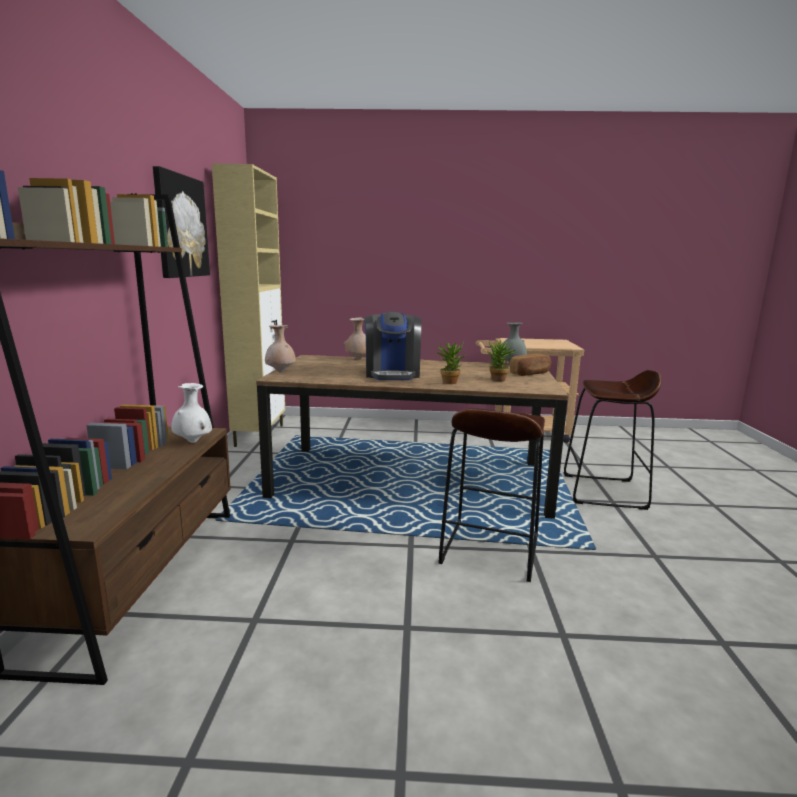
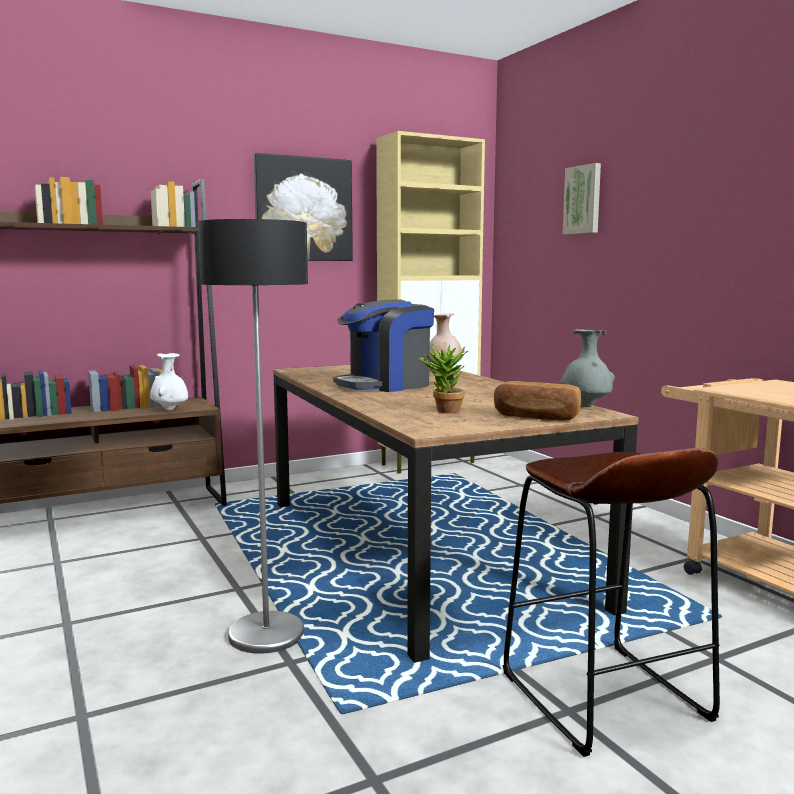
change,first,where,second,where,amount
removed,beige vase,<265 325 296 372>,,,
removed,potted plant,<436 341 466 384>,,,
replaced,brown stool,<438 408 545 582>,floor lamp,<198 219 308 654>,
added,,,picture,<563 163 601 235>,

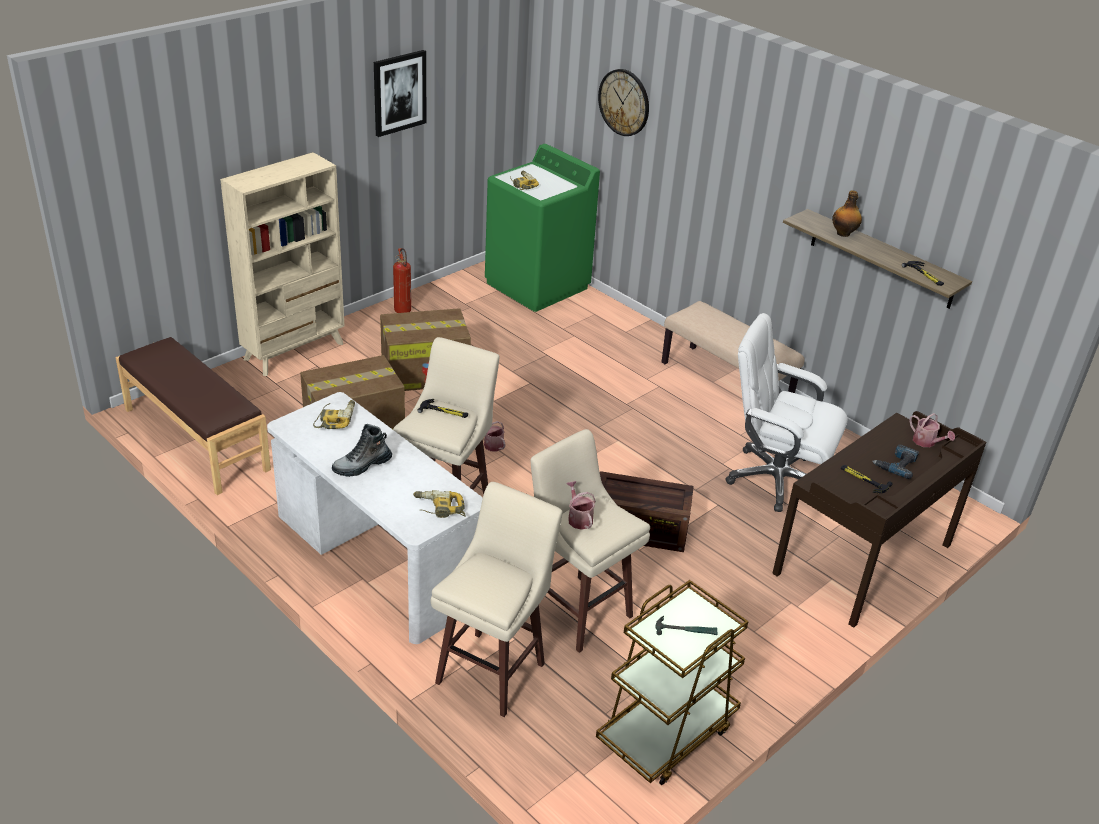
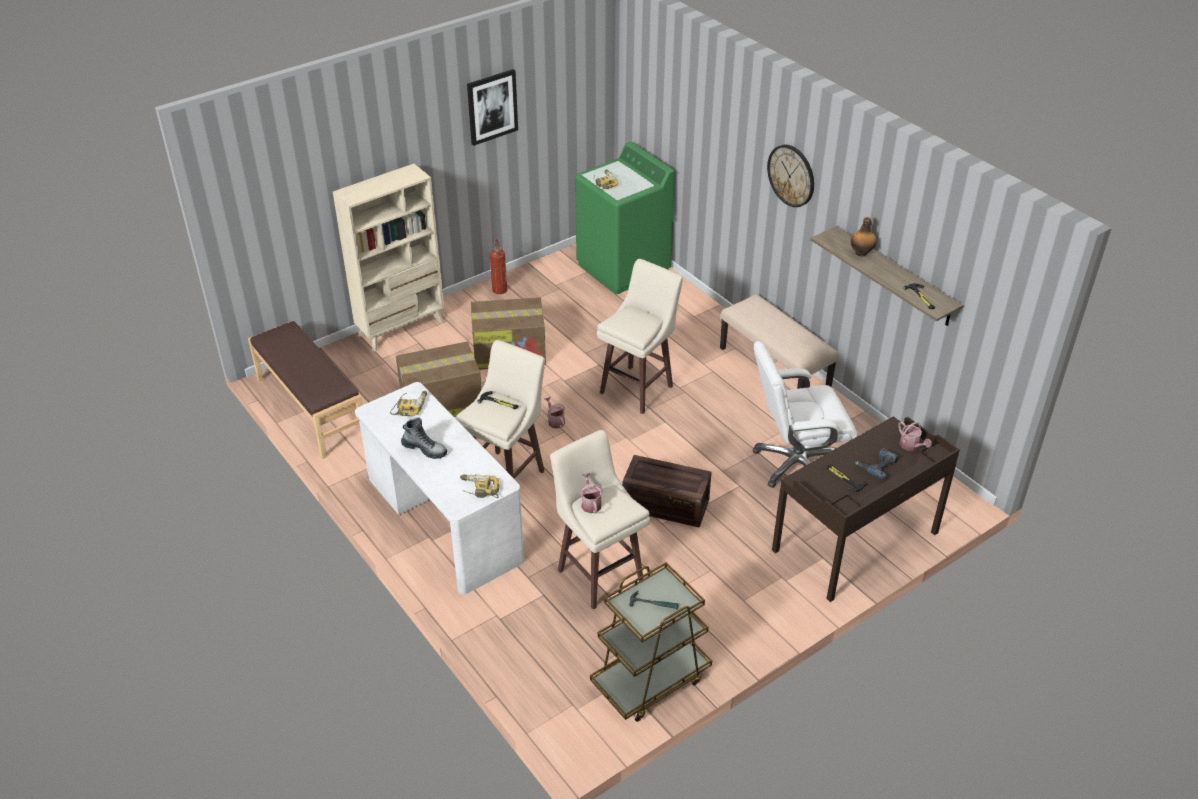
change,first,where,second,where,amount
moved,wall clock,<598 69 649 136>,,<767 145 814 207>,
turned,white office chair,<725 313 848 512>,,<752 341 858 488>,45 degrees counterclockwise
turned,boot,<332 424 392 477>,,<401 417 447 459>,135 degrees counterclockwise
moved,beige stool,<431 482 563 717>,,<597 259 683 414>,

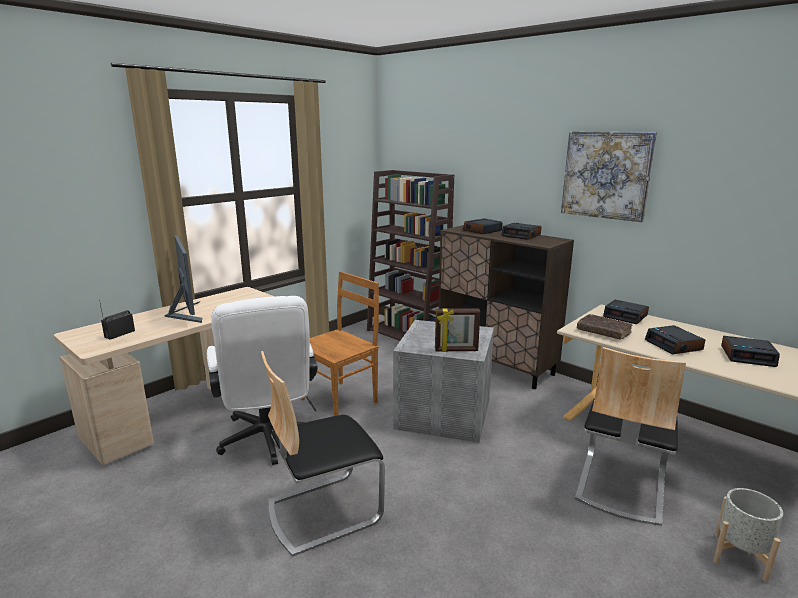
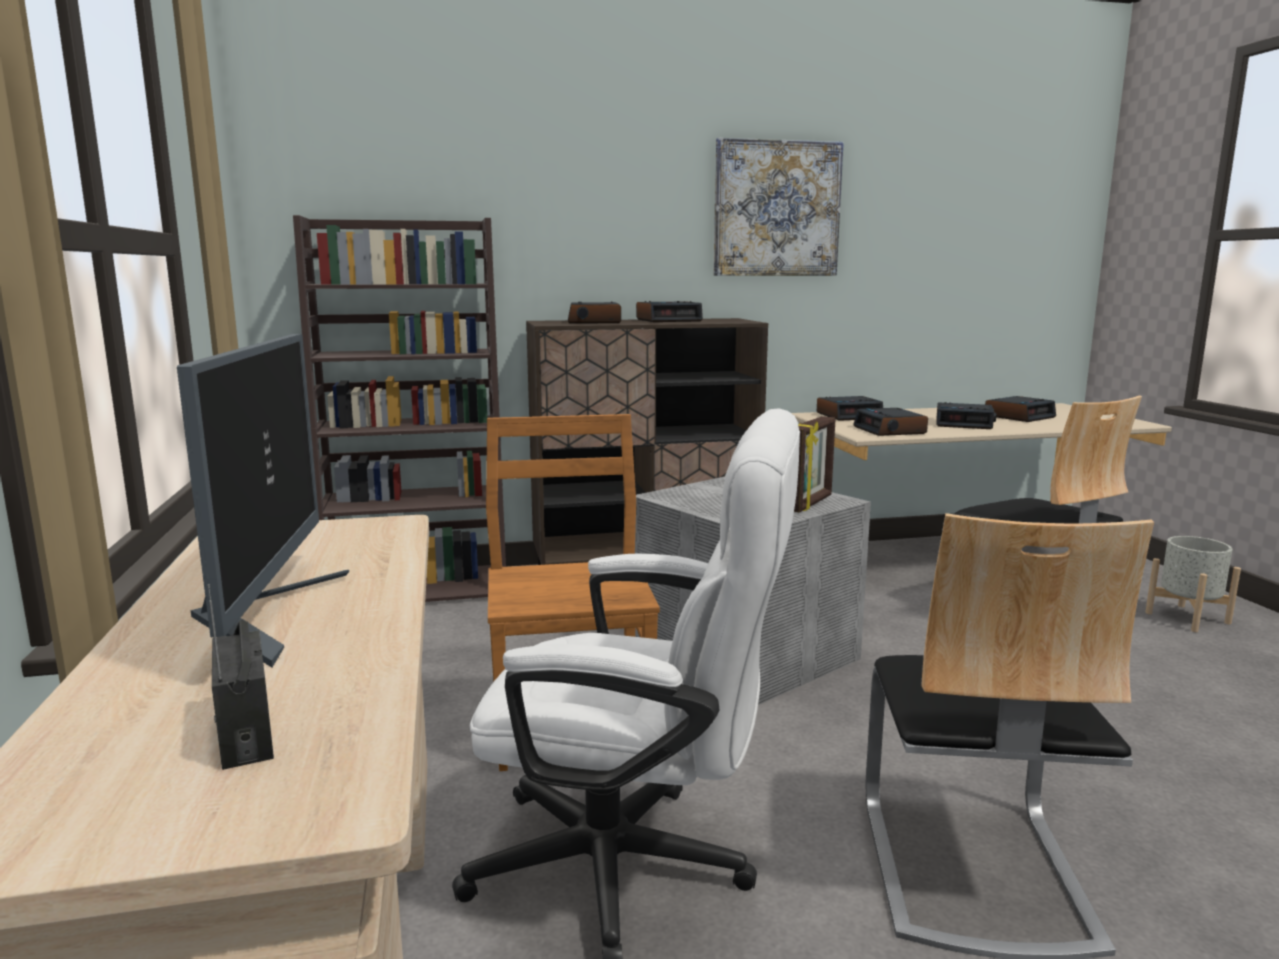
change,first,where,second,where,amount
turned,monitor,<165 235 202 323>,,<177 334 349 667>,75 degrees clockwise
replaced,brown book,<577 314 633 340>,alarm clock,<853 408 928 436>,

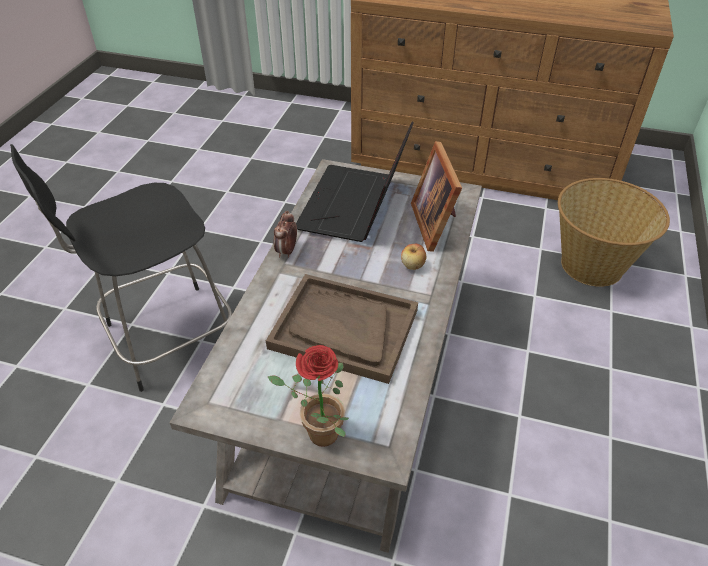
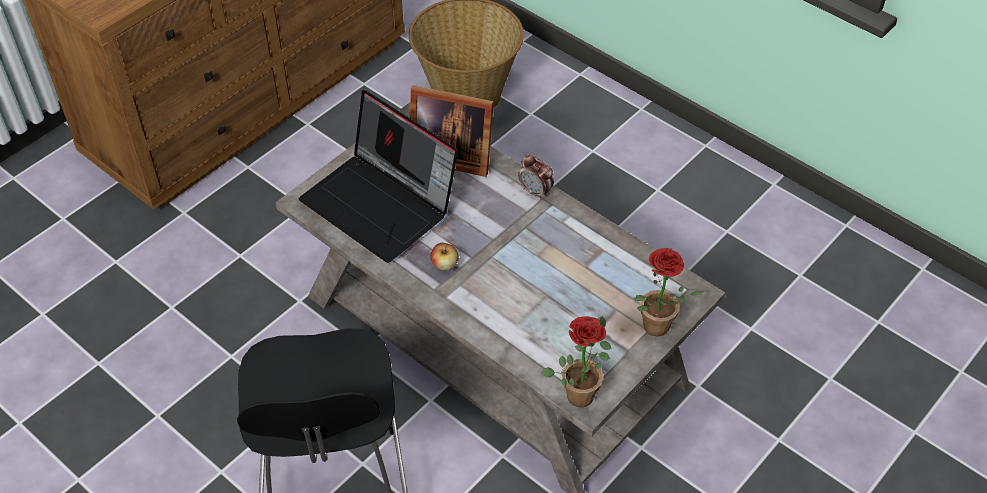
change,first,where,second,where,amount
moved,alarm clock,<274 211 297 258>,,<518 155 554 200>,
moved,apple,<401 244 426 270>,,<430 243 459 271>,
removed,brown tray,<266 274 418 384>,,,
added,,,potted plant,<541 316 612 407>,

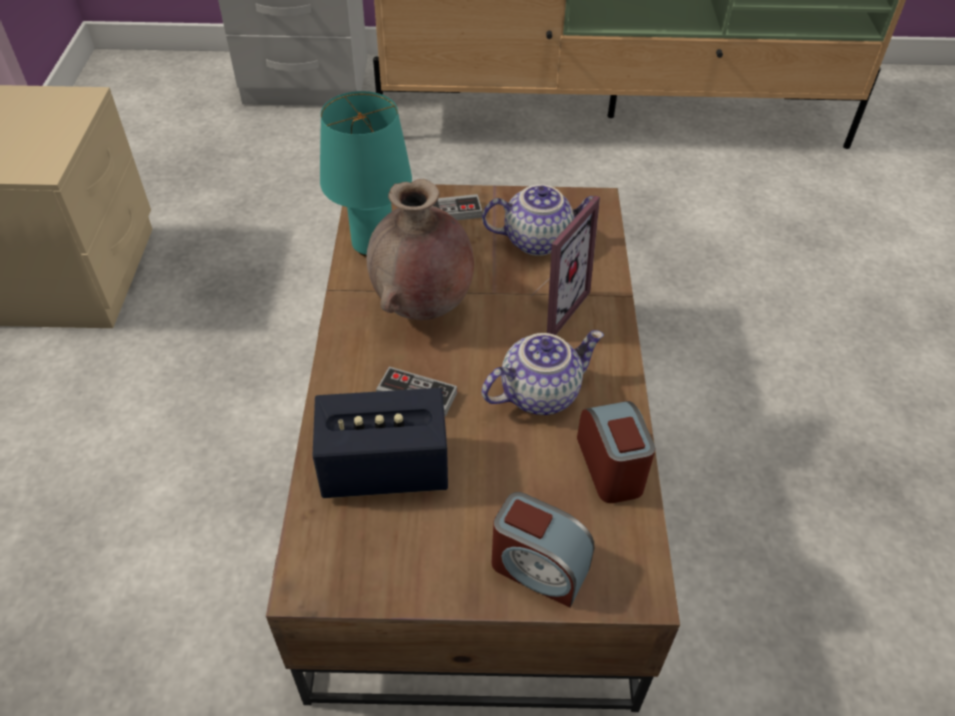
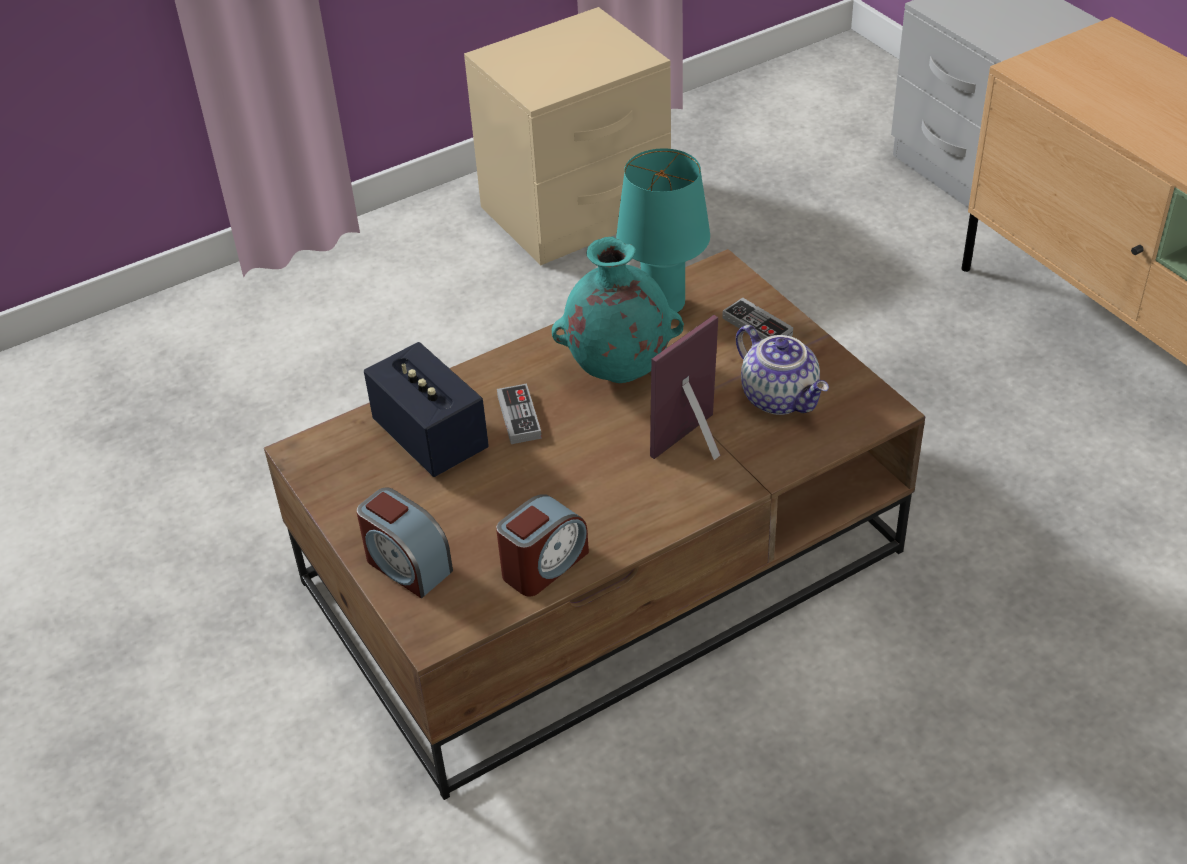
change,first,where,second,where,amount
recoloured,brown vase,<367 179 474 320>,turquoise vase,<552 237 684 383>,
turned,picture frame,<531 196 600 335>,,<650 315 720 460>,135 degrees clockwise
removed,teapot,<482 330 604 415>,,,
turned,alarm clock,<491 492 594 608>,,<356 487 453 598>,45 degrees counterclockwise

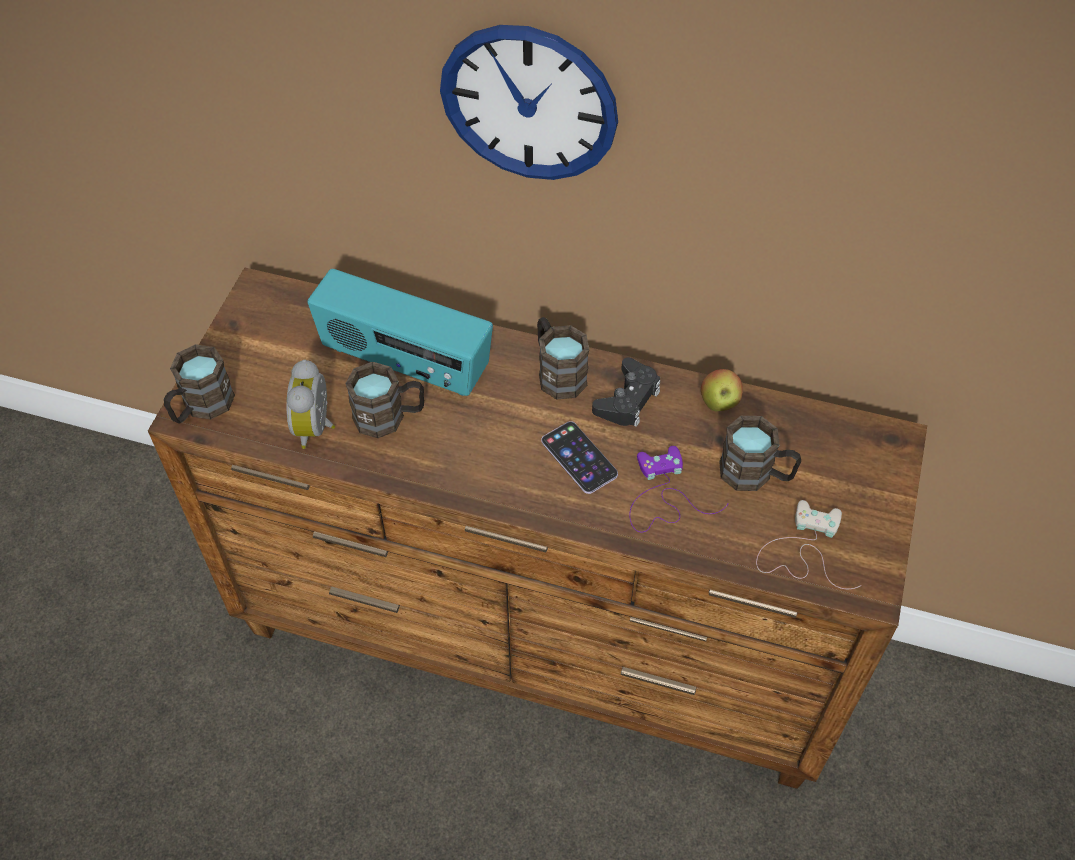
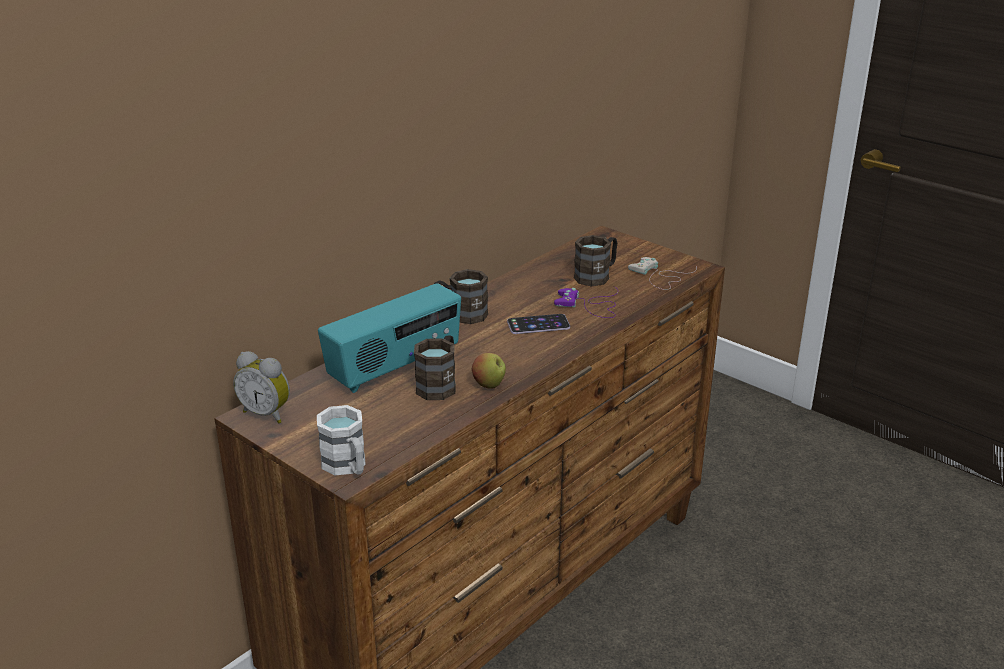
change,first,where,second,where,amount
removed,wall clock,<440 25 618 180>,,,
recoloured,brown mug,<164 344 235 424>,white mug,<317 405 366 475>,
removed,black game controller,<592 358 660 427>,,,
moved,alarm clock,<287 360 335 449>,,<233 351 290 423>,
moved,apple,<701 369 743 411>,,<472 353 506 389>,

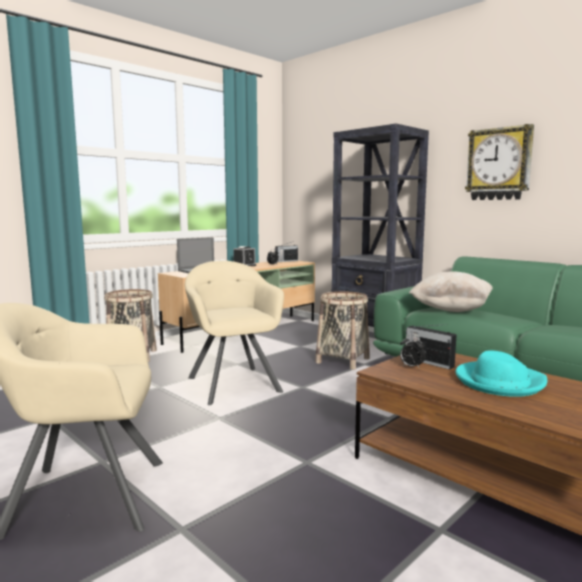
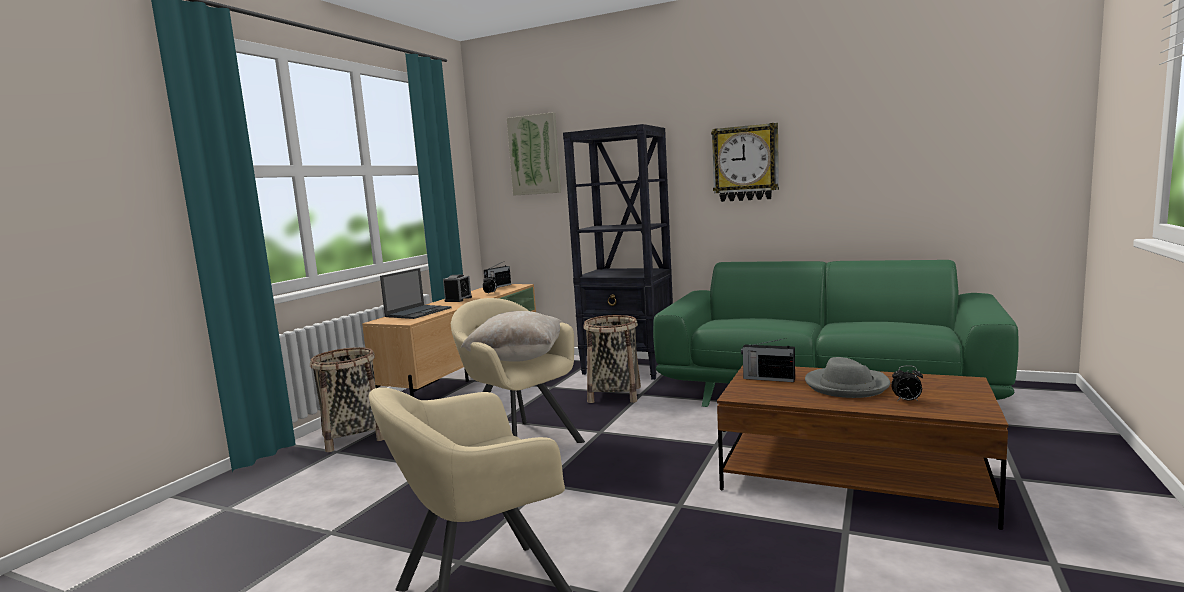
change,first,where,second,where,amount
moved,beige pillow,<409 272 493 312>,,<461 311 563 362>,
moved,alarm clock,<400 335 426 369>,,<891 365 923 401>,
recoloured,turquoise hat,<455 350 547 397>,grey hat,<805 357 890 398>,
added,,,picture,<507 112 561 196>,

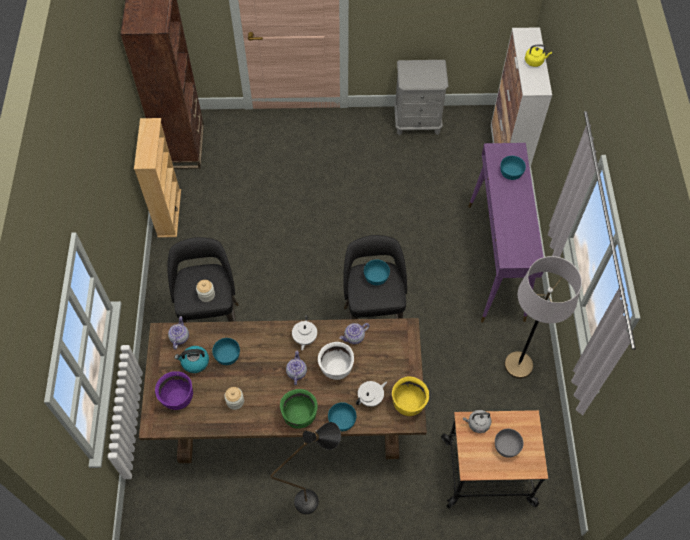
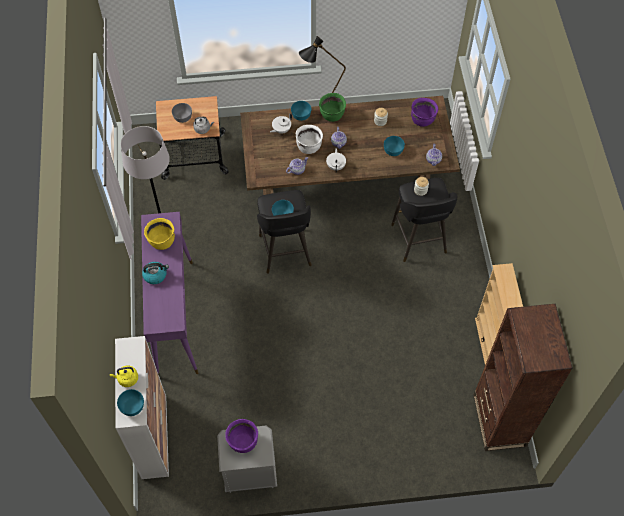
change,first,where,second,where,amount
moved,turquoise bowl,<500 156 526 180>,,<117 389 144 416>,
moved,kettle,<175 346 209 373>,,<142 262 169 284>,
moved,yellow cooking pot,<392 376 429 416>,,<144 218 175 250>,
added,,,purple cooking pot,<225 419 258 453>,

